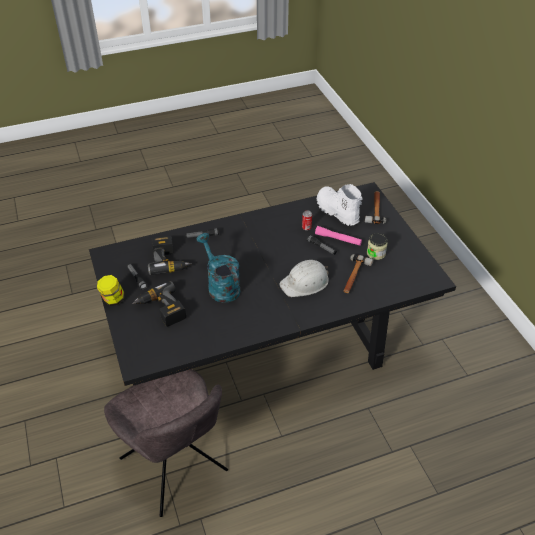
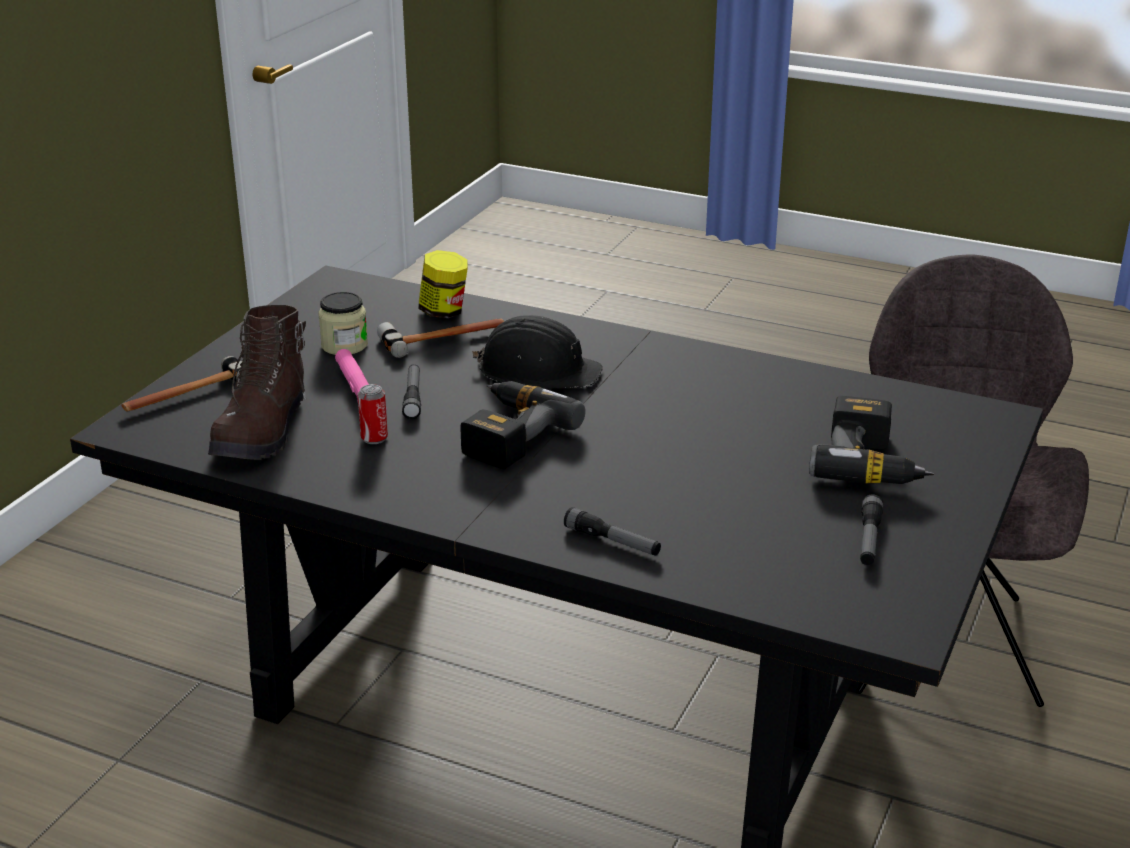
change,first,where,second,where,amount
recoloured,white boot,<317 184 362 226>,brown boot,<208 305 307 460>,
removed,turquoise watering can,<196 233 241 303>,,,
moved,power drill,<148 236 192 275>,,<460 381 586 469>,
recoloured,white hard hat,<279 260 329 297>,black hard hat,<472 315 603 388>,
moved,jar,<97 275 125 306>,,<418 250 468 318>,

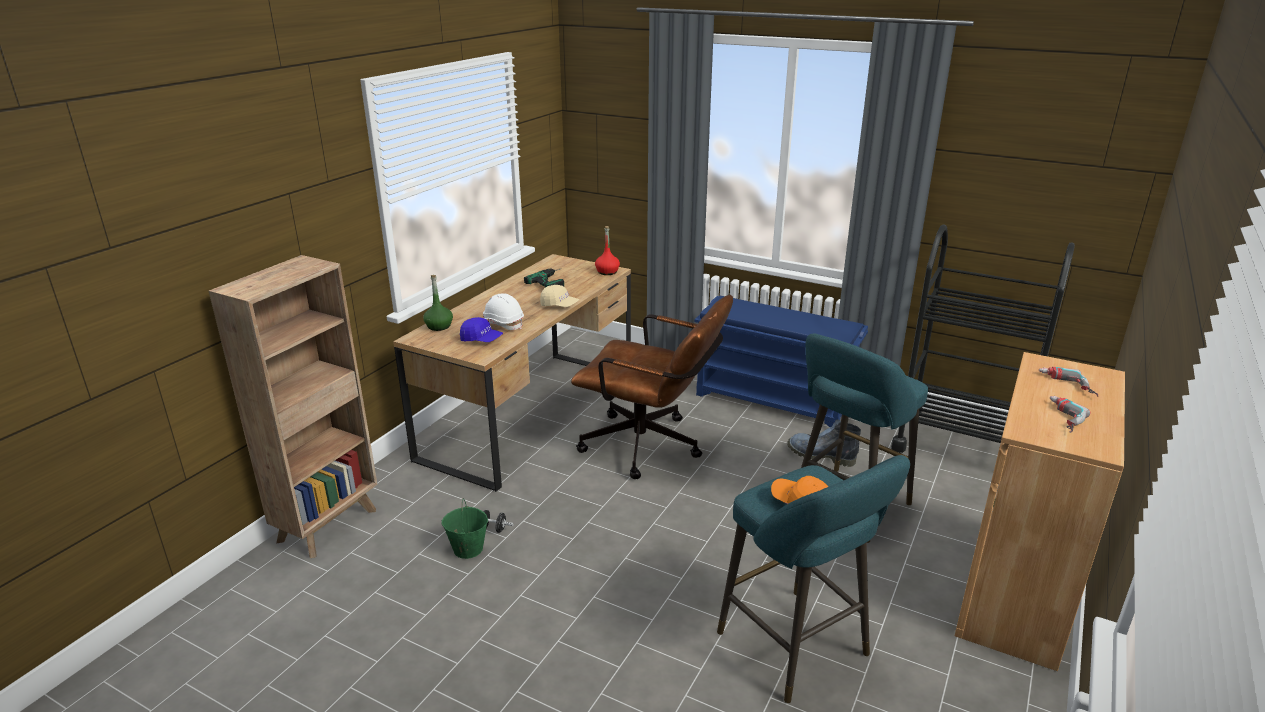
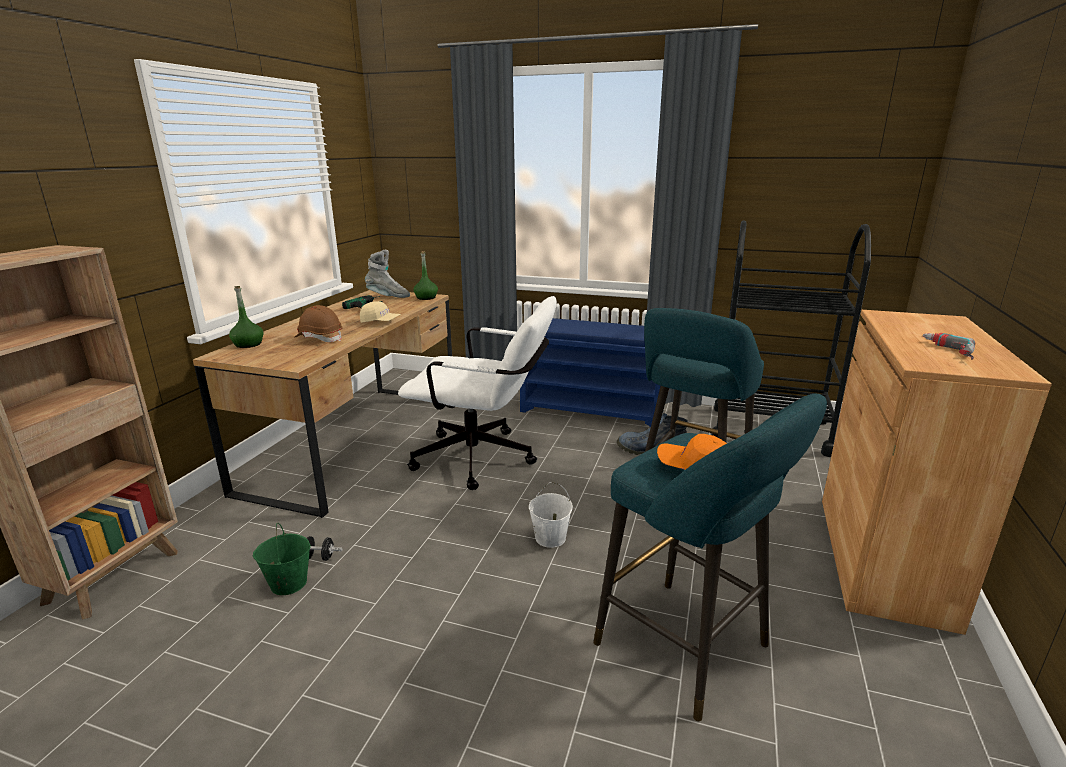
change,first,where,second,where,amount
recoloured,red bottle,<595 226 620 275>,green bottle,<413 251 438 300>,
recoloured,white hard hat,<483 294 524 330>,brown hard hat,<294 305 343 342>,
recoloured,brown office chair,<571 295 733 479>,white office chair,<398 296 557 490>,
removed,blue cap,<460 317 503 342>,,,
removed,power drill,<1039 367 1098 397>,,,
added,,,grey boot,<365 250 410 298>,
added,,,white bucket,<529 482 573 548>,

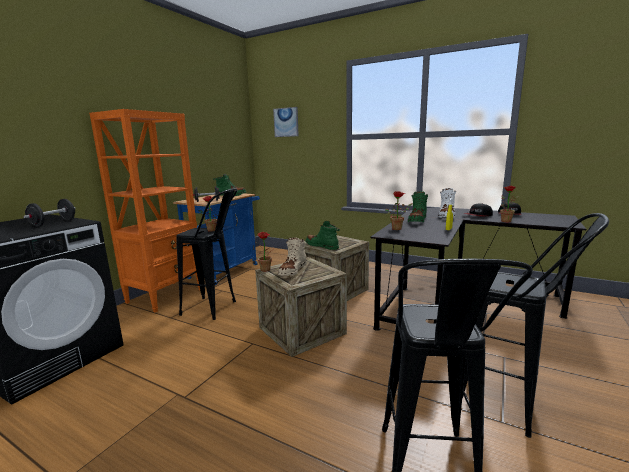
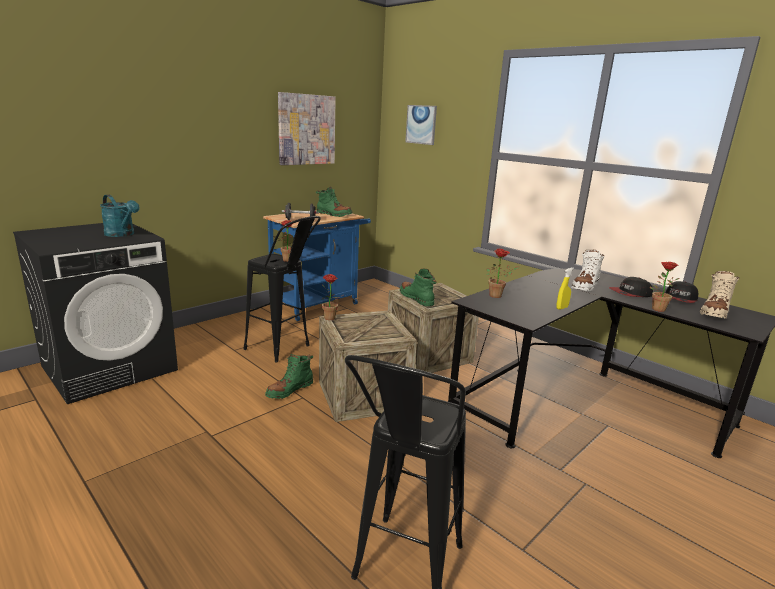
change,first,where,second,where,amount
removed,orange bookcase,<89 109 200 313>,,,
moved,green boot,<408 191 428 223>,,<265 354 313 399>,
replaced,black dumbbell,<24 199 76 227>,turquoise watering can,<100 195 139 237>,
removed,black stool,<462 213 609 438>,,,
moved,beige boot,<278 237 307 276>,,<700 271 739 319>,
added,,,picture,<278 92 336 165>,

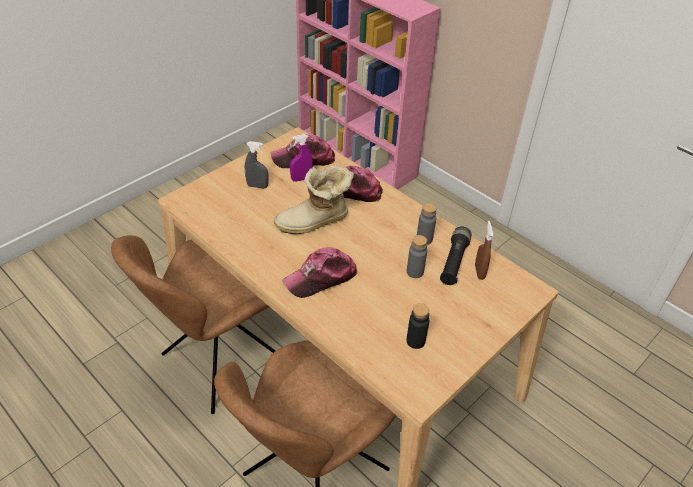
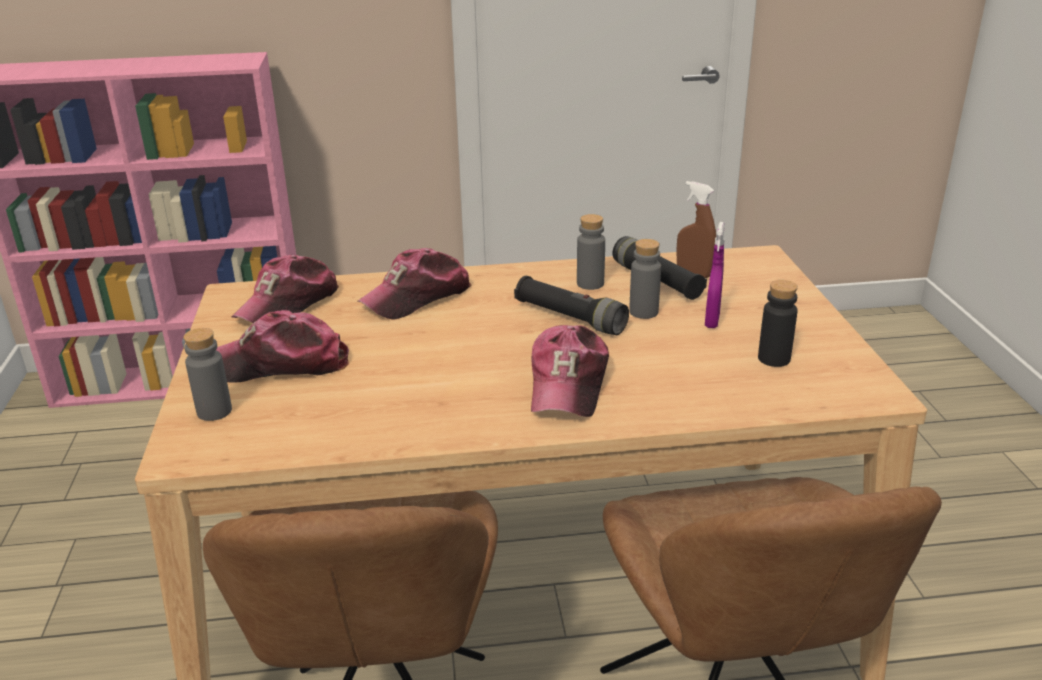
change,first,where,second,where,amount
moved,purple spray bottle,<290 134 313 182>,,<705 222 725 328>,
replaced,grey spray bottle,<245 141 269 189>,cap,<216 310 349 382>,
removed,boot,<274 164 354 234>,,,
added,,,black flashlight,<514 276 629 335>,
added,,,grey bottle,<183 328 232 421>,

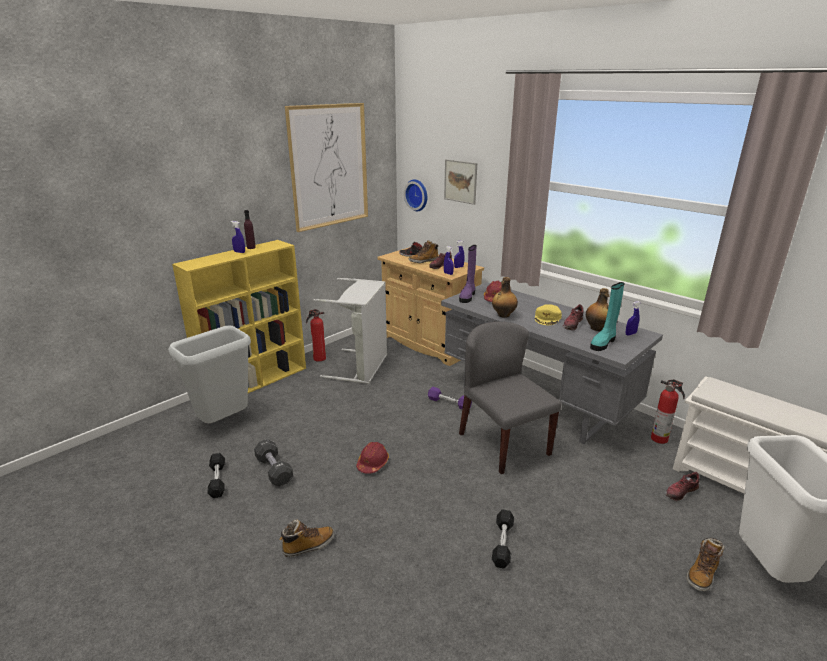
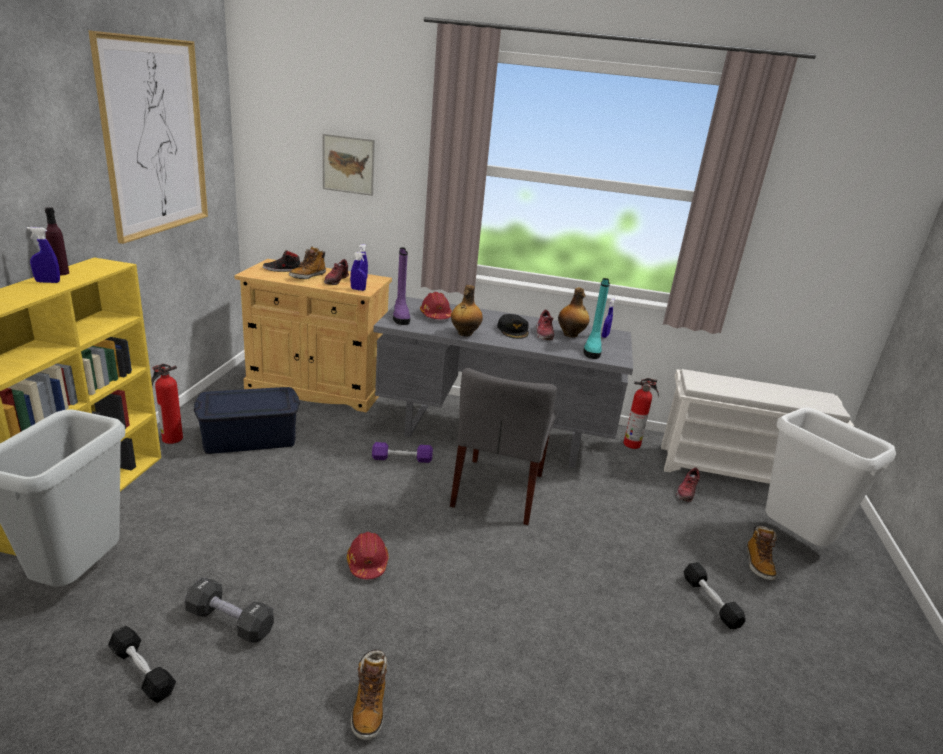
change,first,where,second,where,amount
removed,wall clock,<404 179 427 211>,,,
replaced,grey laundry basket,<314 278 387 384>,blue storage box,<194 387 300 454>,
recoloured,yellow cap,<535 304 562 325>,black cap,<497 314 529 339>,
turned,grey chair,<459 322 561 474>,,<450 368 557 525>,105 degrees counterclockwise
moved,black dumbbell,<492 509 514 569>,,<683 562 745 629>,
turned,boot,<280 520 334 557>,,<351 650 387 740>,150 degrees clockwise

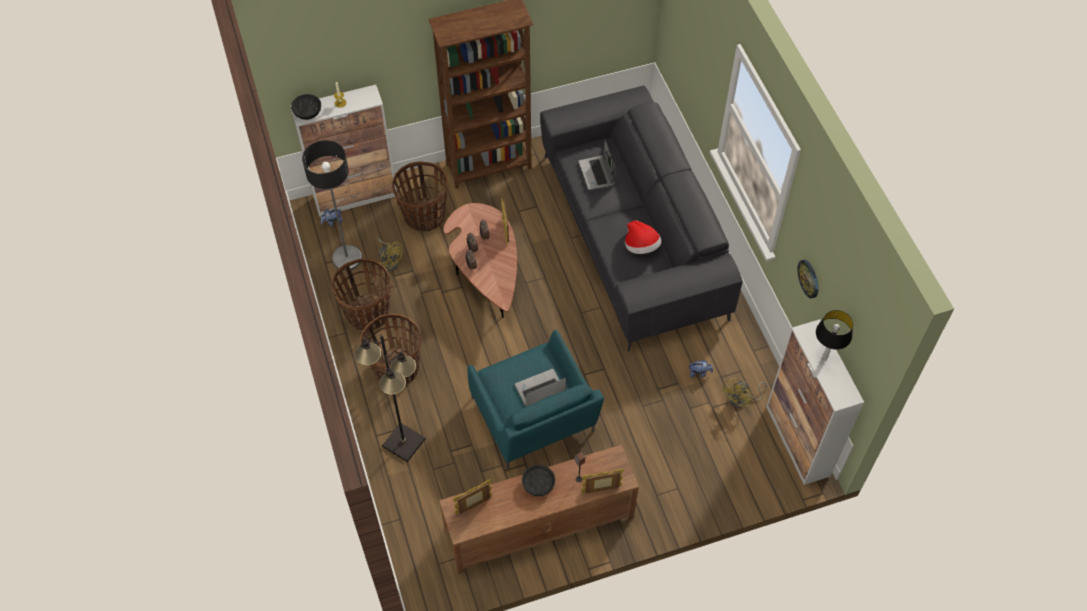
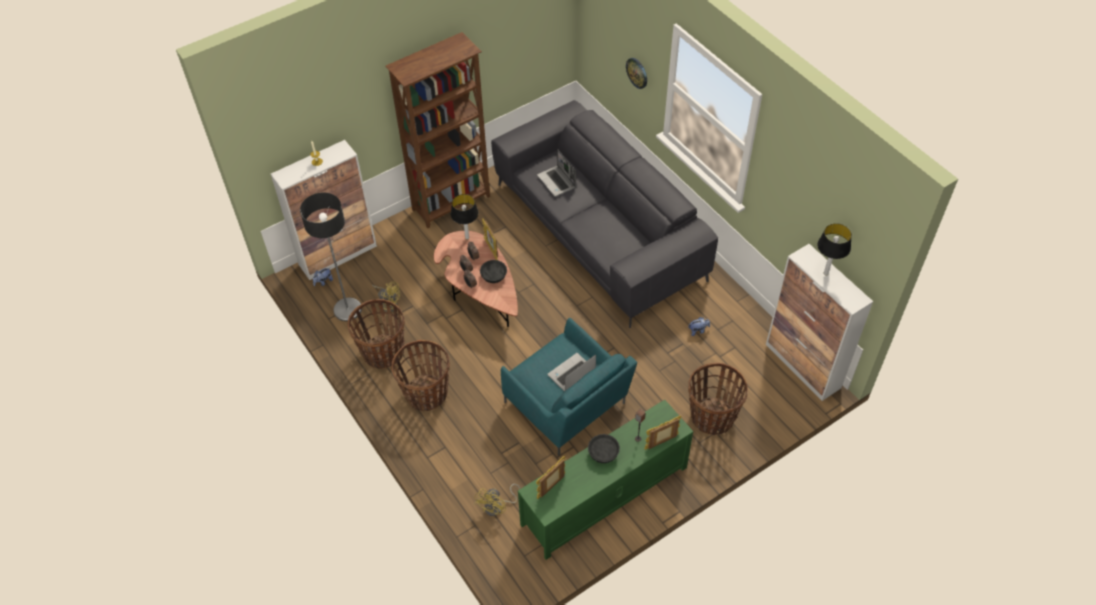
change,first,where,second,where,amount
moved,black bowl,<291 94 321 120>,,<480 260 507 283>,
moved,basket,<392 161 448 232>,,<688 363 748 435>,
removed,hat,<625 220 662 254>,,,
moved,wall clock,<797 260 818 298>,,<626 58 647 89>,
removed,black floor lamp,<355 335 426 462>,,,
moved,yellow fan,<721 378 767 408>,,<474 484 520 516>,
recoloured,brown tv stand,<439 444 639 574>,green tv stand,<518 400 694 560>,
added,,,table lamp,<451 194 479 239>,

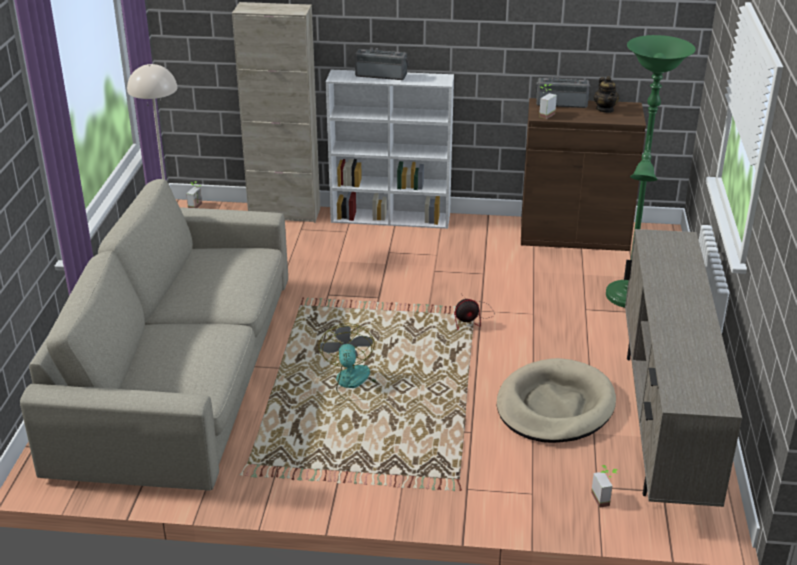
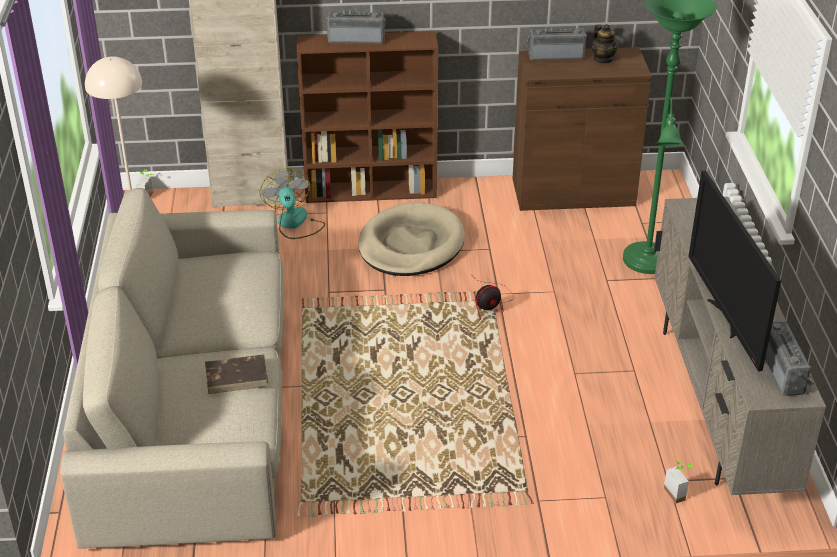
change,first,where,second,where,amount
recoloured,white bookcase,<326 70 454 229>,brown bookcase,<297 31 438 203>,
removed,potted plant,<539 84 557 119>,,,
moved,fan,<318 323 377 401>,,<259 168 325 239>,
moved,beige dog bed,<497 358 616 443>,,<358 202 465 276>,
added,,,television,<688 170 781 372>,
added,,,radio,<765 321 814 396>,
added,,,brown book,<205 354 269 394>,

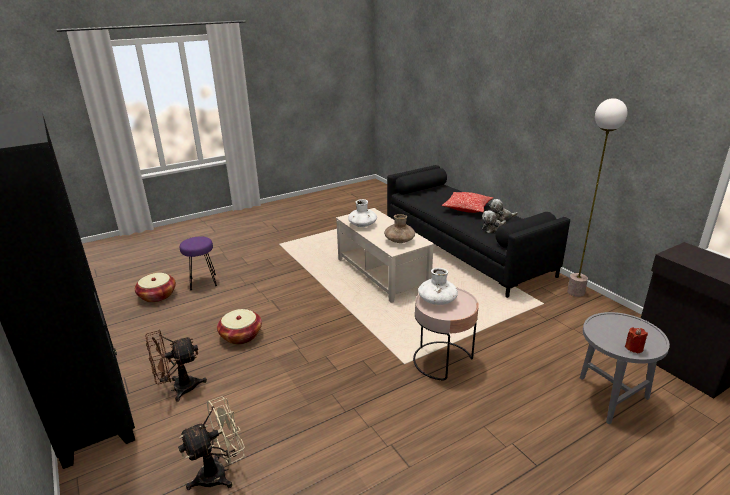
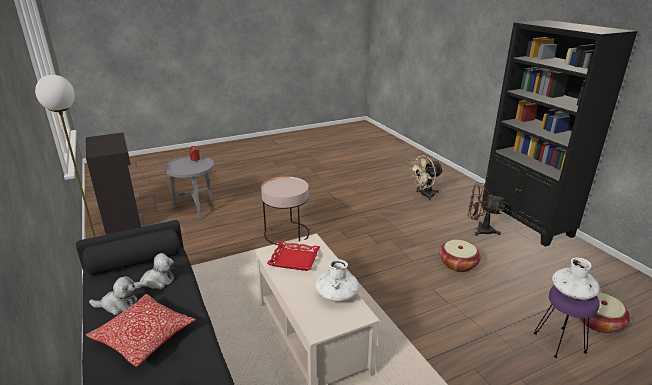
change,first,where,second,where,amount
replaced,brown vase,<384 214 415 243>,red tray,<267 241 320 271>,
moved,white vase,<418 268 458 305>,,<552 257 600 300>,
turned,brown fan,<145 329 207 402>,,<468 182 505 236>,135 degrees counterclockwise

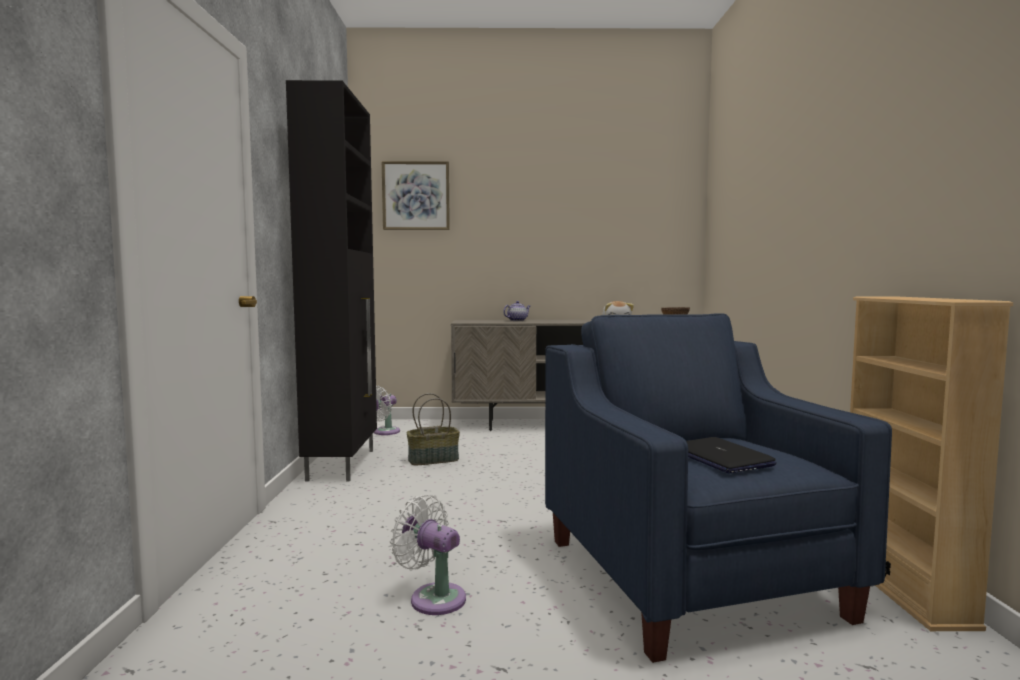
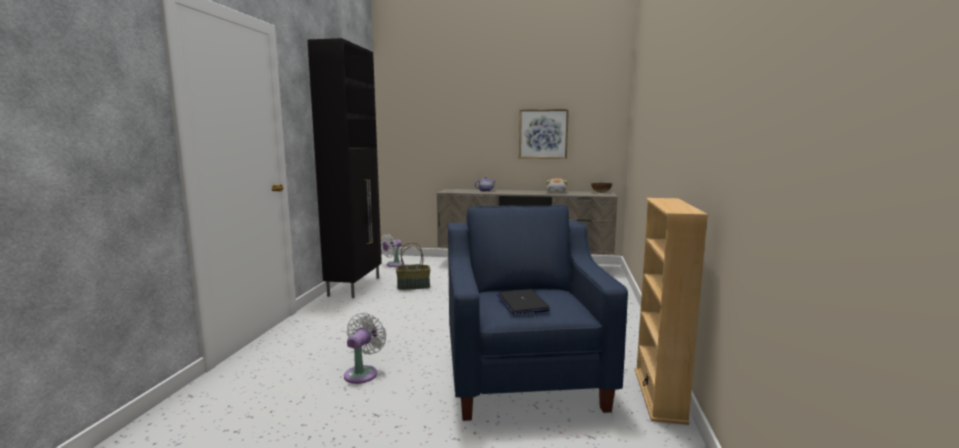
change,first,where,second,where,amount
moved,picture,<382 161 450 230>,,<519 109 569 159>,
turned,white fan,<390 495 466 615>,,<344 313 387 384>,60 degrees clockwise

